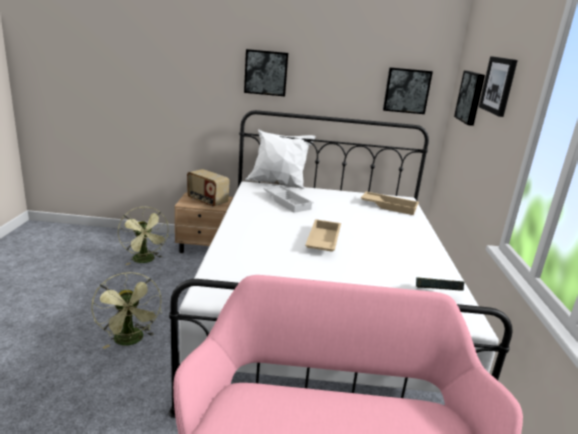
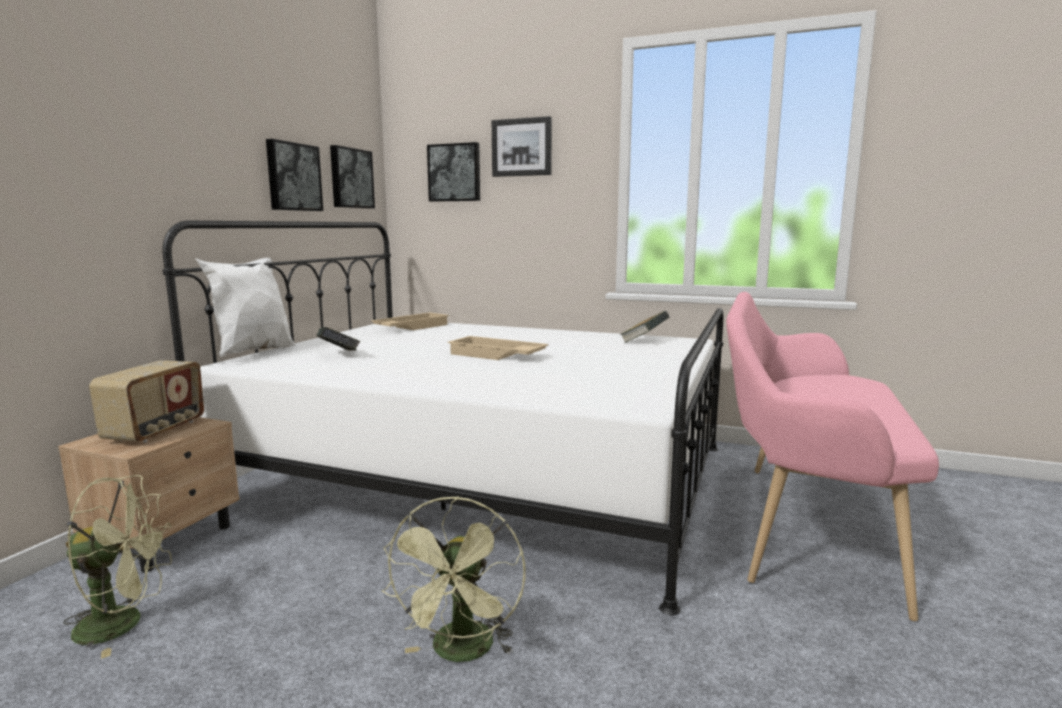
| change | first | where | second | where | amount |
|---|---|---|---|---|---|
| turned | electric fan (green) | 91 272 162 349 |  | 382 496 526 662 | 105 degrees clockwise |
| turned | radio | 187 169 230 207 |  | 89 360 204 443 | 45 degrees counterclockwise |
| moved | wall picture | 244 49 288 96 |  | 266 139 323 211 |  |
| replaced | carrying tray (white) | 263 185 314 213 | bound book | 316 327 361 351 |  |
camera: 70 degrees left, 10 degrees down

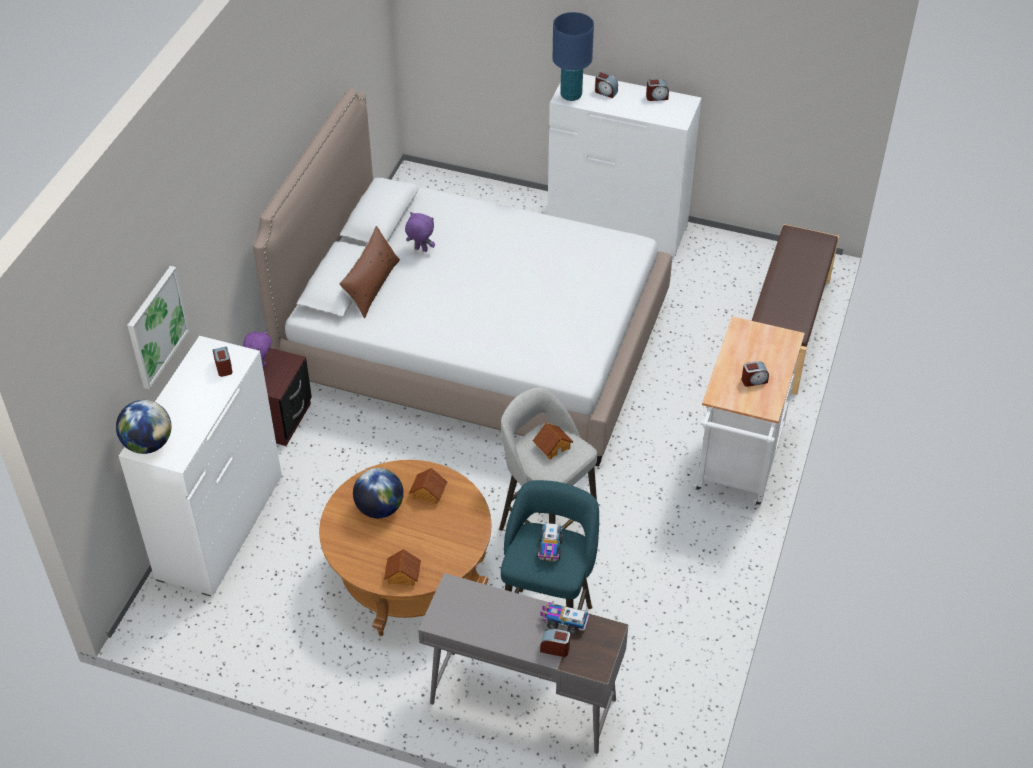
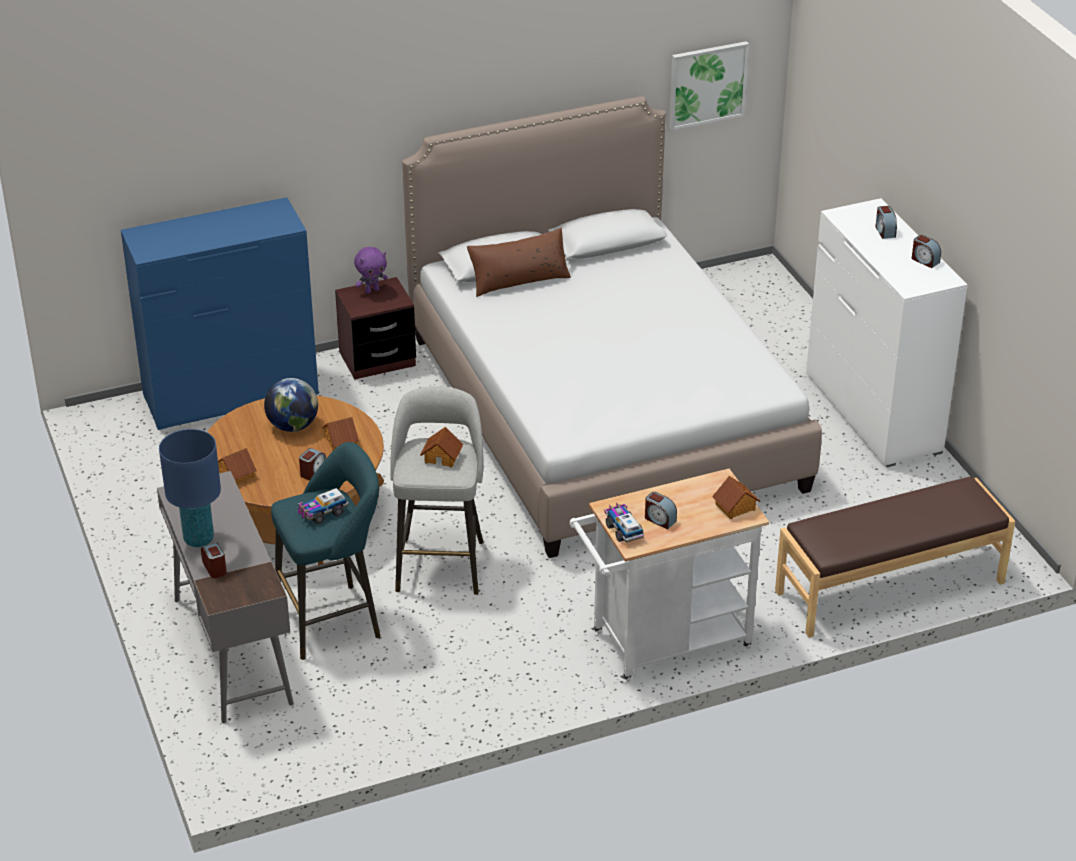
| change | first | where | second | where | amount |
|---|---|---|---|---|---|
| removed | world globe | 116 400 171 454 |  |  |  |
| recoloured | drawer chest (white) | 119 336 282 596 | drawer chest (bluish) | 121 197 319 430 |  |
| moved | wall picture | 127 266 190 389 |  | 669 41 749 130 |  |
| moved | bedside clock | 213 347 232 377 |  | 299 448 326 480 |  |
| removed | cuddly toy (purple) | 405 212 435 252 |  |  |  |
| moved | model truck | 540 602 589 635 |  | 604 503 644 543 |  |
| moved | tabletop lamp (bluish) | 553 12 594 101 |  | 159 429 221 547 |  |
| added |  |  | toy house | 712 476 760 519 |  |
camera: 50 degrees right, 10 degrees down

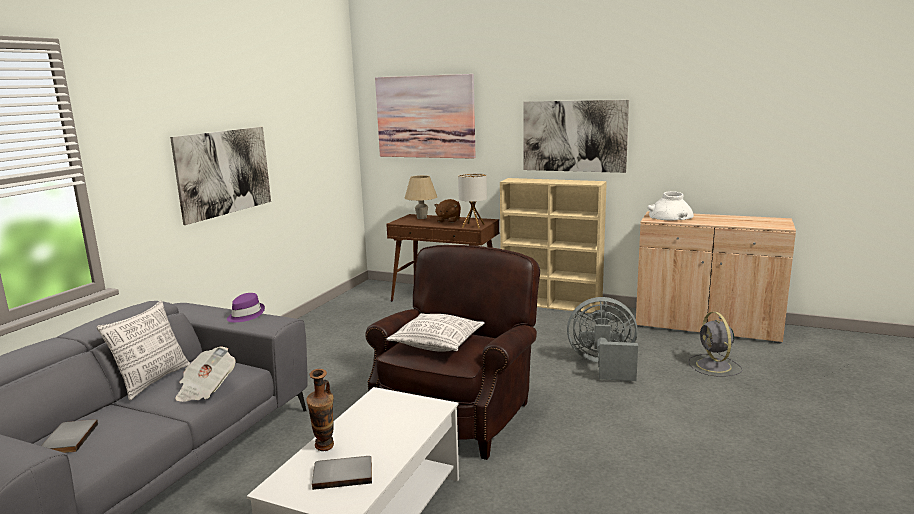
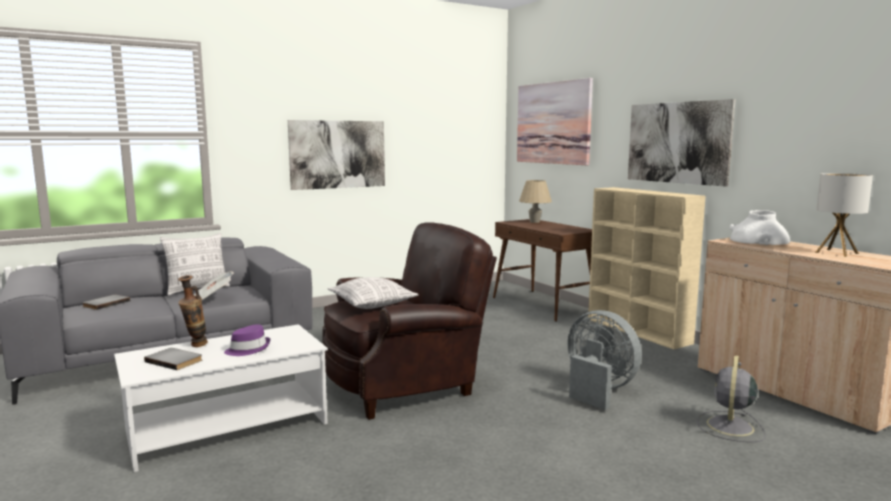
| change | first | where | second | where | amount |
|---|---|---|---|---|---|
| moved | wearable hat (purple) | 227 293 265 322 |  | 224 324 270 356 |  |
| removed | cuddly toy (brown-coloured) | 434 199 461 223 |  |  |  |
| moved | tabletop lamp | 458 173 487 229 |  | 815 173 873 257 |  |
camera: 35 degrees right, 5 degrees down

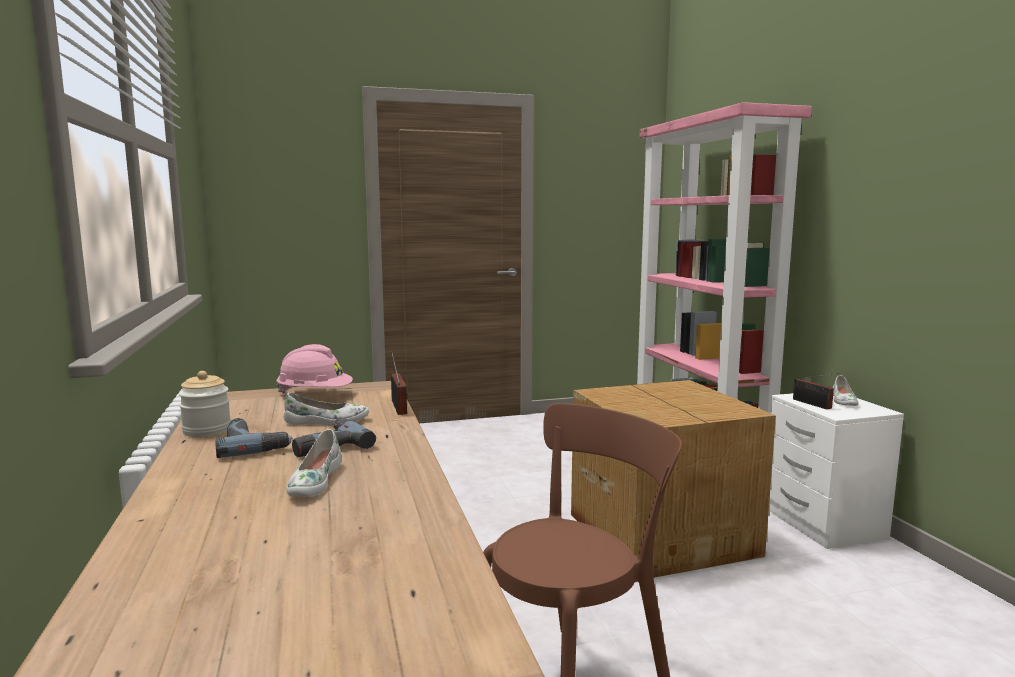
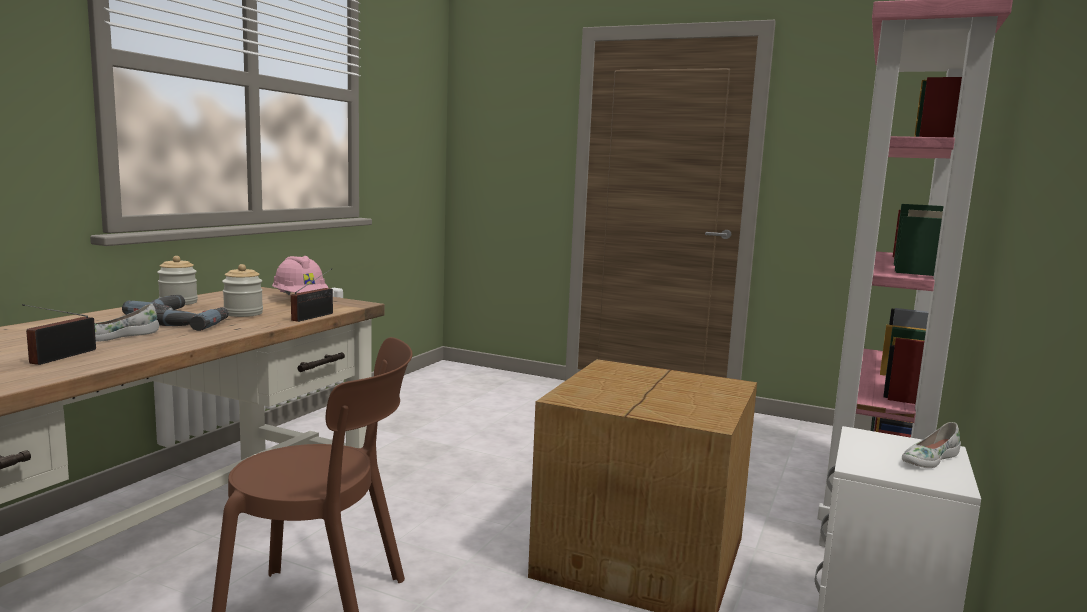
| change | first | where | second | where | amount |
|---|---|---|---|---|---|
| replaced | low shoe (white) | 283 392 369 426 | storage jar | 222 264 263 317 |  |
| moved | radio | 793 373 839 409 |  | 22 304 96 365 |  |
camera: 40 degrees right, 0 degrees up

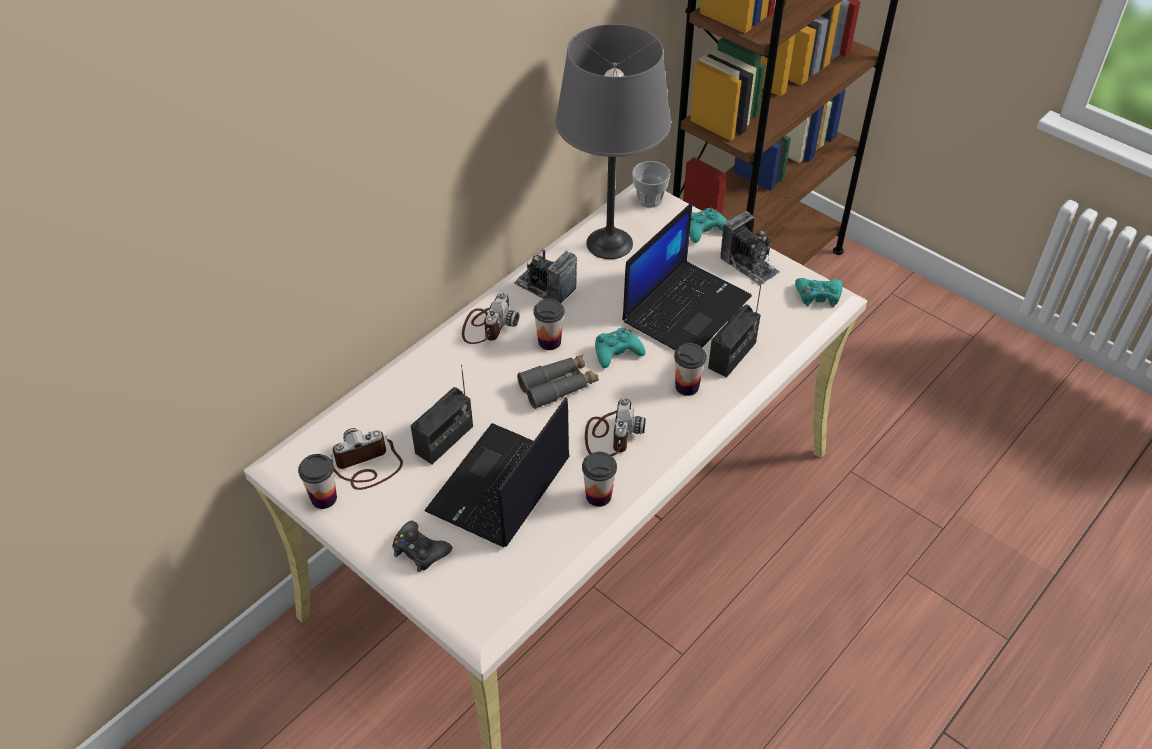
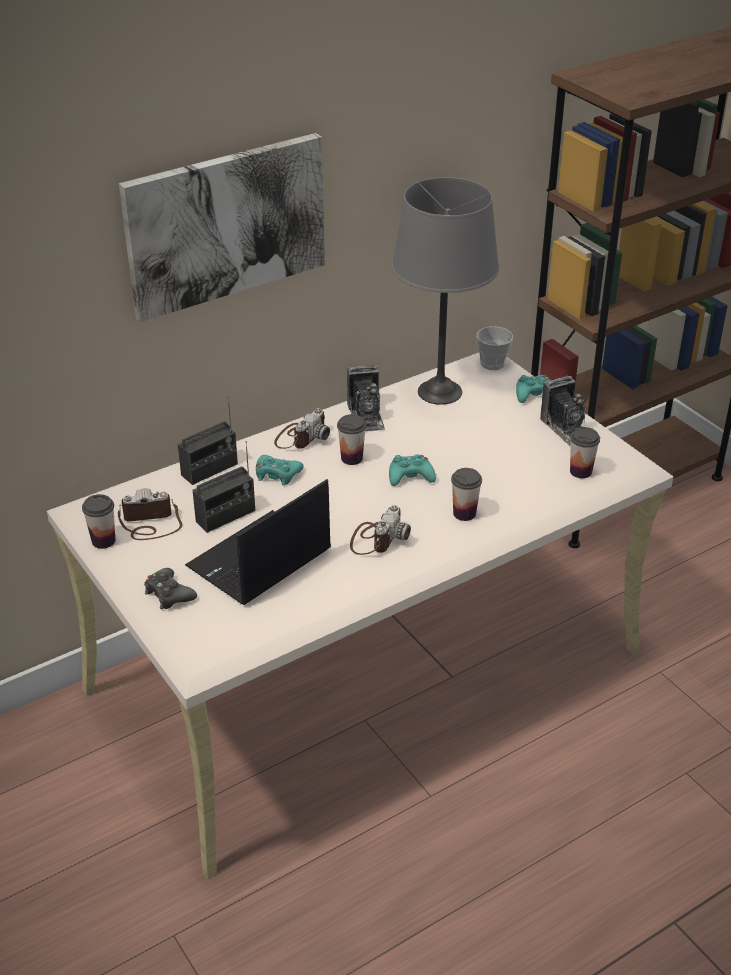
| change | first | where | second | where | amount |
|---|---|---|---|---|---|
| turned | photo camera | 514 246 577 303 |  | 347 365 385 432 | 150 degrees counterclockwise |
| removed | binoculars (greyish) | 517 354 599 409 |  |  |  |
| moved | small cup | 582 452 617 507 |  | 570 427 600 478 |  |
| removed | laptop | 622 202 752 351 |  |  |  |
| moved | radio | 708 281 762 377 |  | 178 396 238 485 |  |
| moved | gamepad (turquoise-coloured) | 795 278 842 307 |  | 256 455 304 486 |  |
| added |  |  | wall picture | 119 133 325 322 |  |
camera: 15 degrees right, 10 degrees down

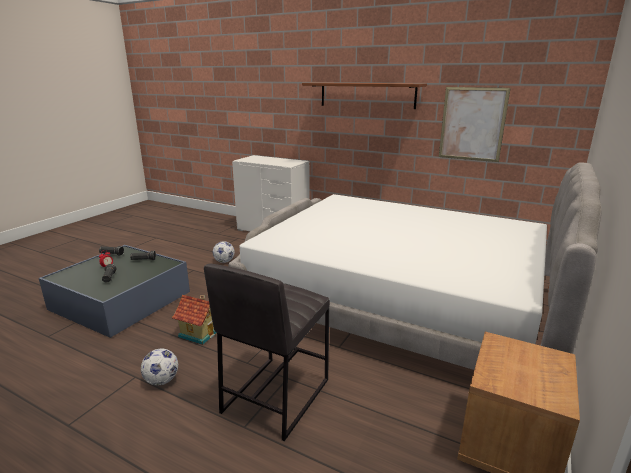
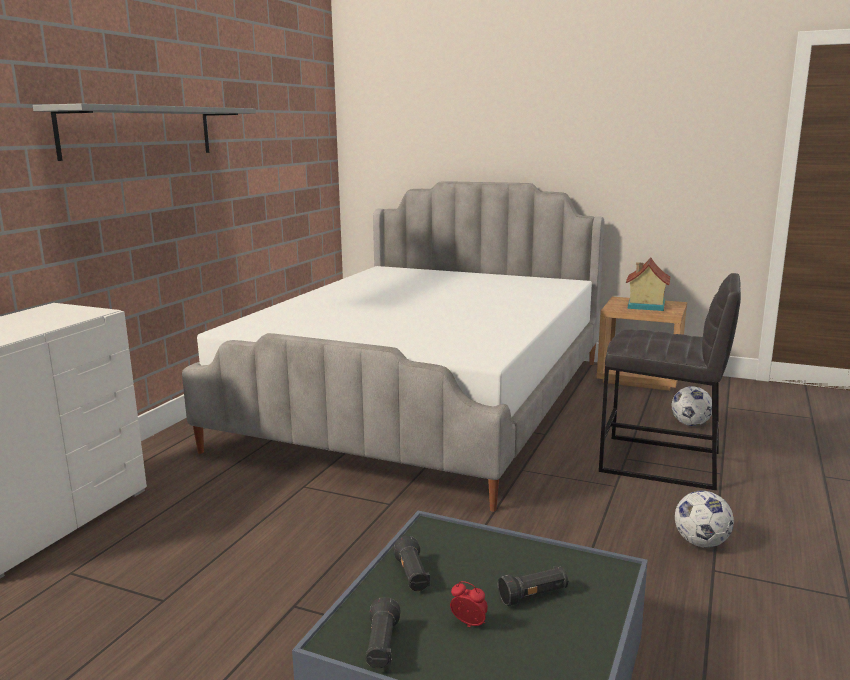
| change | first | where | second | where | amount |
|---|---|---|---|---|---|
| moved | toy house | 172 295 217 345 |  | 626 257 670 311 |  |
| moved | ball for football | 213 241 235 263 |  | 672 386 712 426 |  |
| recoloured | wall shelf (brown-coloured) | 302 82 427 109 | wall shelf (greyish) | 33 103 256 161 |  |
| removed | wall picture | 439 87 511 162 |  |  |  |
camera: 95 degrees left, 5 degrees down

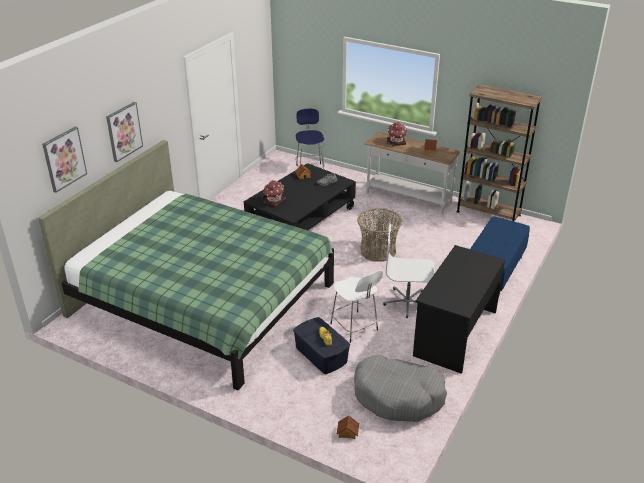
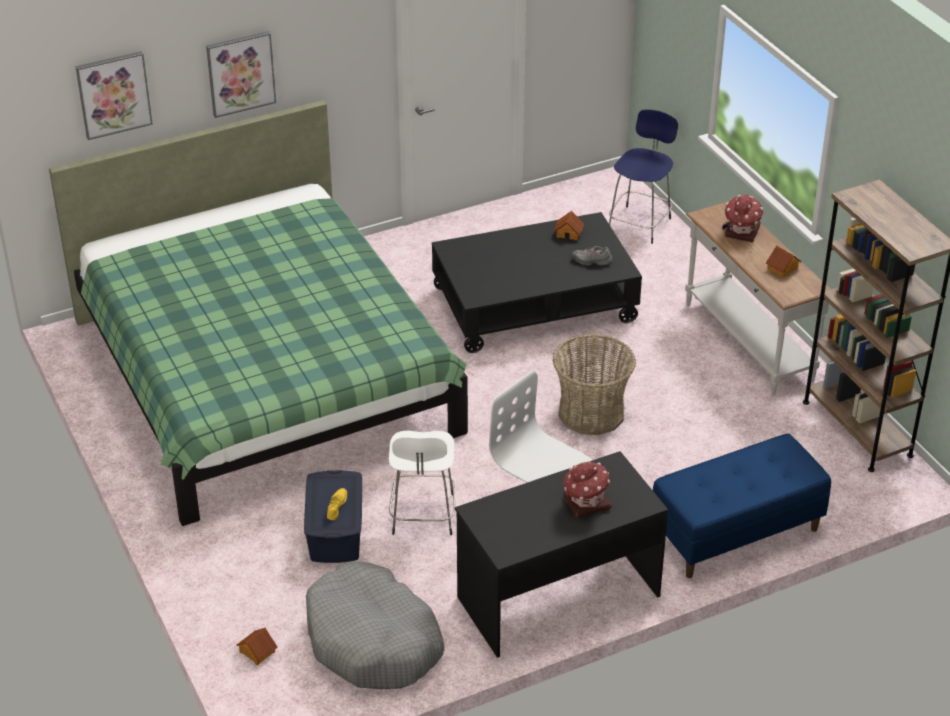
| change | first | where | second | where | amount |
|---|---|---|---|---|---|
| moved | toy house | 263 180 286 207 |  | 563 461 611 518 |  |
camera: 35 degrees right, 5 degrees up

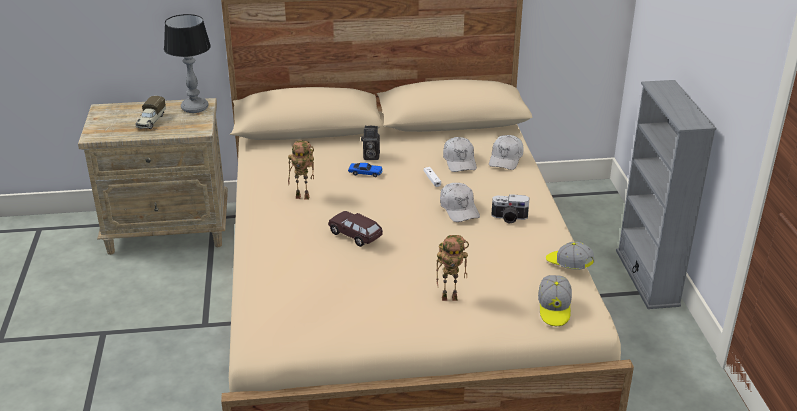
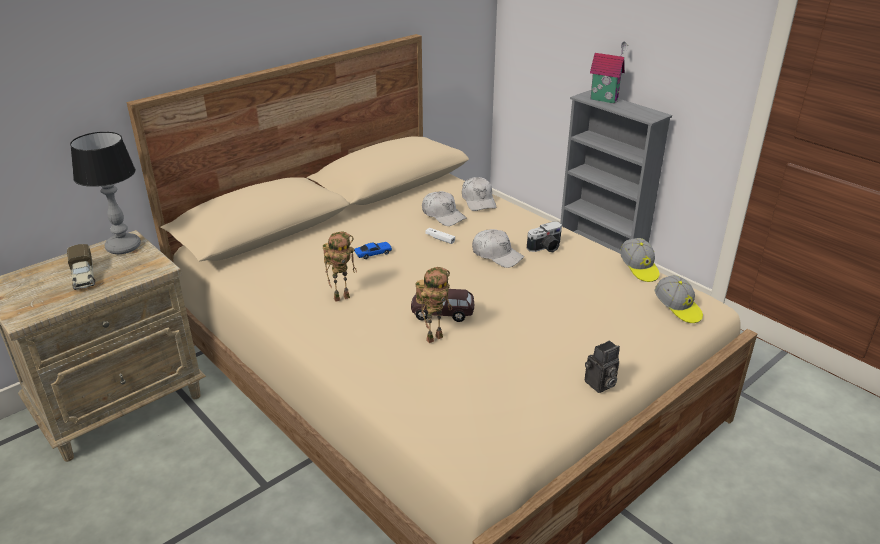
| change | first | where | second | where | amount |
|---|---|---|---|---|---|
| moved | photo camera | 361 126 380 160 |  | 585 341 620 393 |  |
| moved | model robot | 436 235 469 301 |  | 415 267 452 343 |  |
| turned | baseball cap | 546 242 595 270 |  | 620 238 660 282 | 120 degrees counterclockwise |
| added |  |  | toy house | 590 42 628 103 |  |
camera: 35 degrees left, 0 degrees up

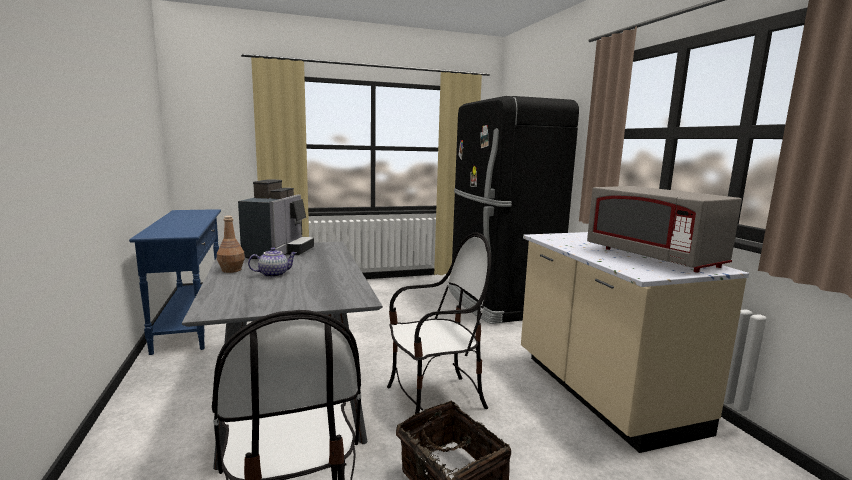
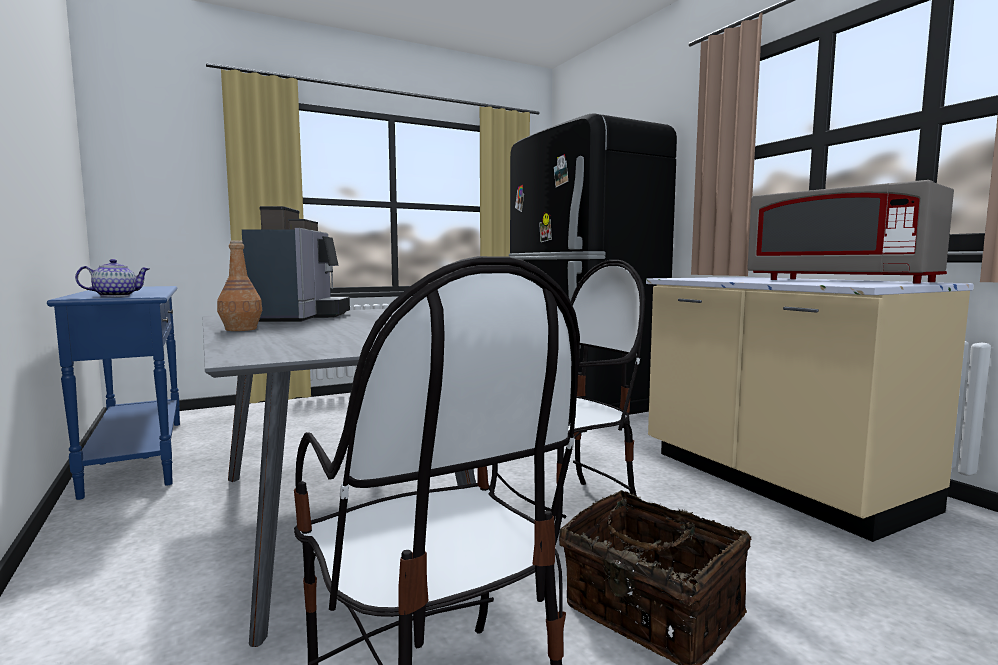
| change | first | where | second | where | amount |
|---|---|---|---|---|---|
| moved | tea pot | 248 247 297 277 |  | 75 259 149 297 |  |
camera: 10 degrees left, 5 degrees down

